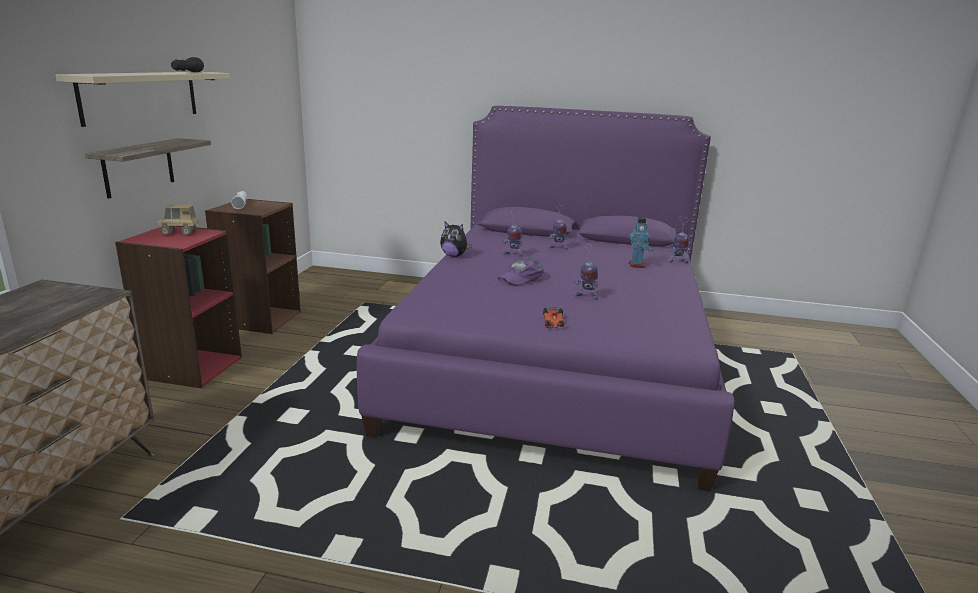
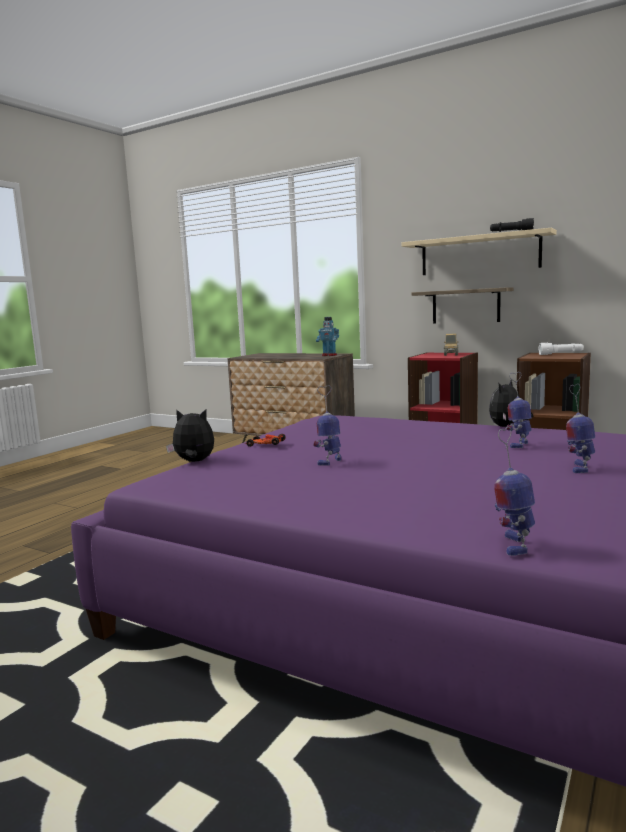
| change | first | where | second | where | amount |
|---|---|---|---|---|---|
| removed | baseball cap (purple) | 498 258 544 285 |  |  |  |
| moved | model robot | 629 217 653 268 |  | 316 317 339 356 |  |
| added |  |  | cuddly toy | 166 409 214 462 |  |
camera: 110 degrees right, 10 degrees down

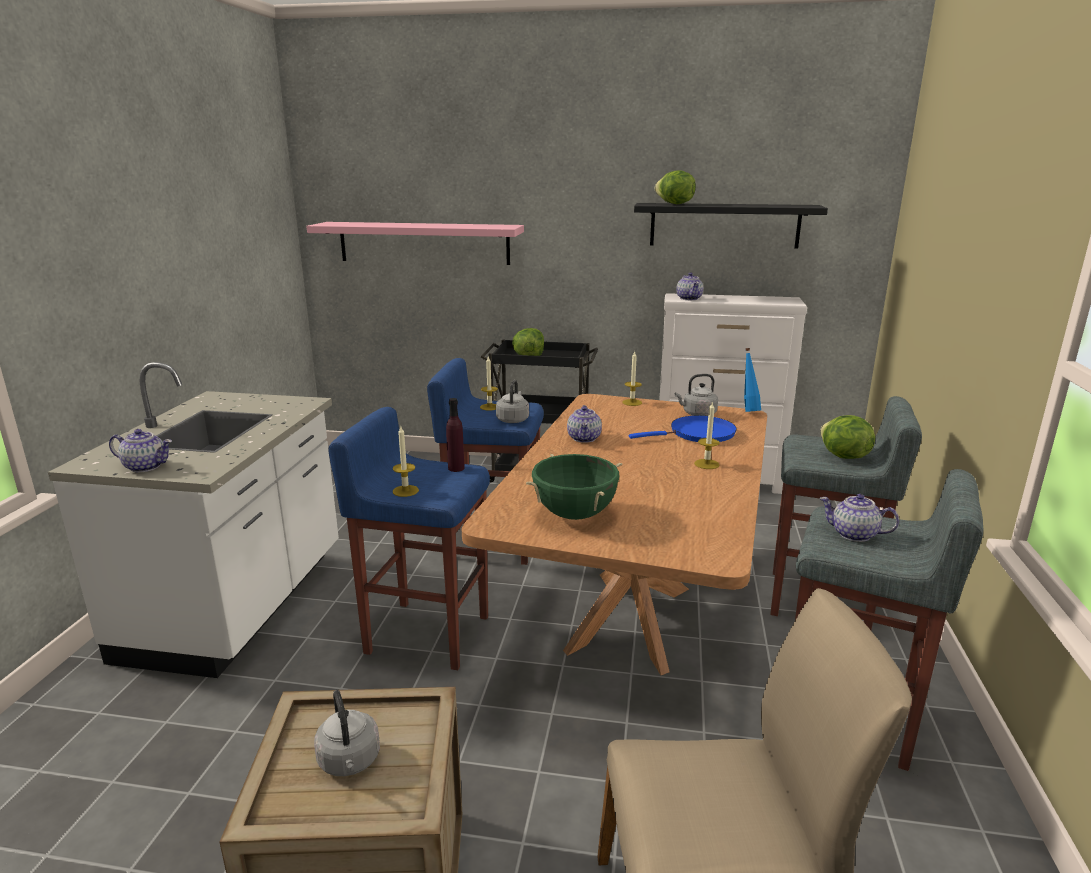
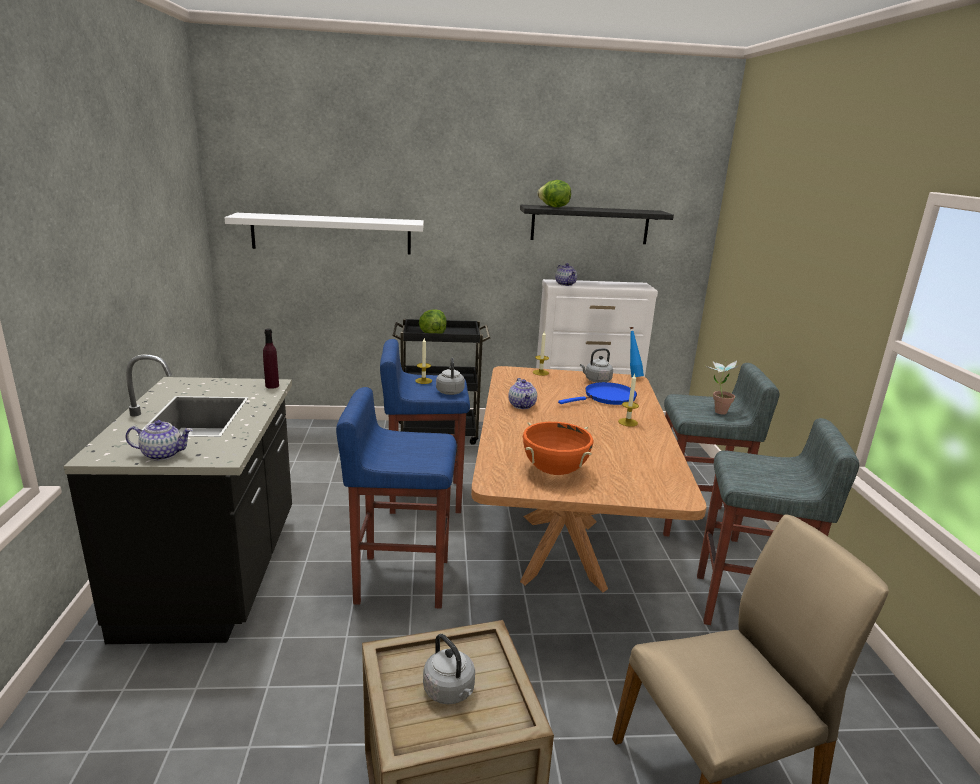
| change | first | where | second | where | amount |
|---|---|---|---|---|---|
| recoloured | kitchen counter (white) | 48 362 339 678 | kitchen counter (blackish) | 63 354 292 644 |  |
| recoloured | wall shelf (pink-coloured) | 306 222 524 265 | wall shelf (white) | 225 213 424 254 |  |
| removed | candle | 393 427 419 497 |  |  |  |
| moved | bottle (purple) | 446 398 465 472 |  | 263 329 279 389 |  |
| recoloured | saucepot (green) | 526 454 622 520 | saucepot (orange) | 523 422 593 475 |  |
| removed | tea pot | 819 494 899 542 |  |  |  |
| replaced | head of lettuce | 820 415 875 459 | potted plant | 706 359 739 414 |  |
camera: 15 degrees left, 0 degrees up

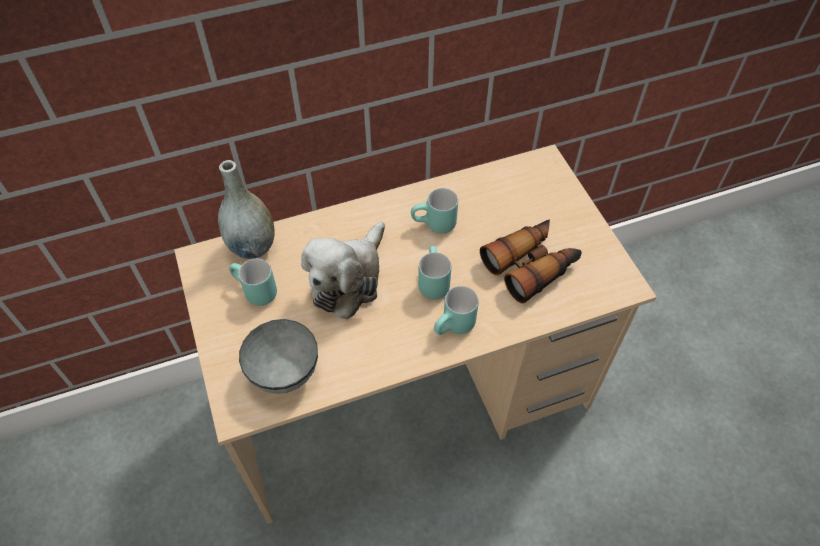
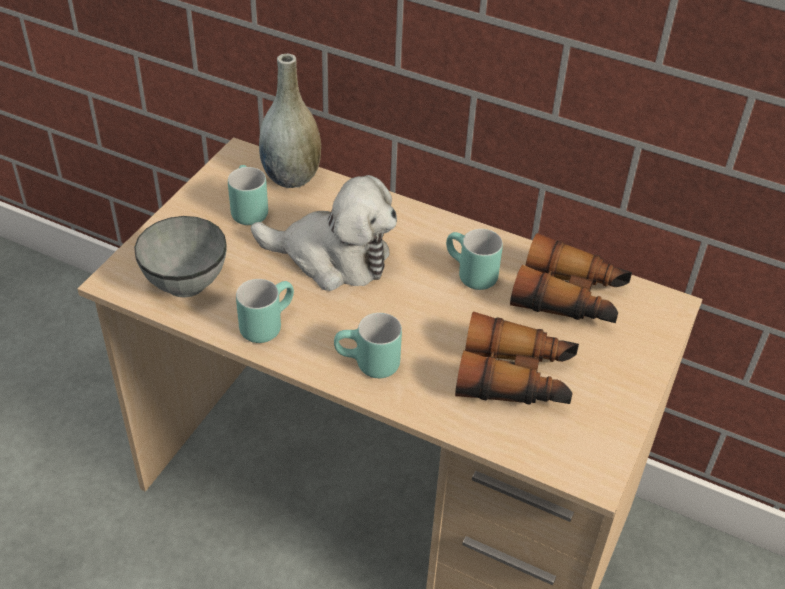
| change | first | where | second | where | amount |
|---|---|---|---|---|---|
| turned | cuddly toy | 301 222 385 319 |  | 251 175 397 291 | 150 degrees counterclockwise |
| moved | coffee mug (turquoise-coloured) | 418 246 451 300 |  | 236 279 294 343 |  |
| added |  |  | binoculars | 510 233 632 323 |  |
camera: 45 degrees right, 10 degrees down

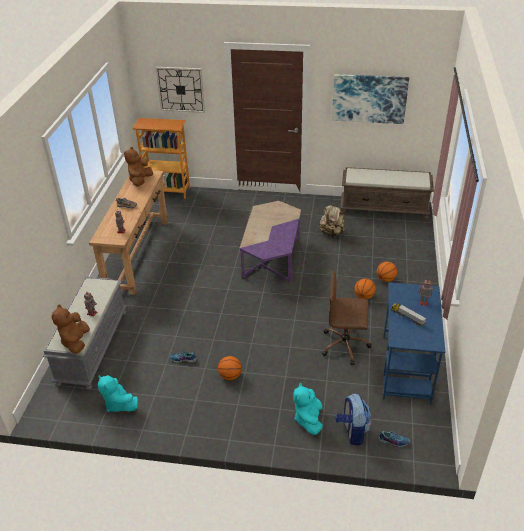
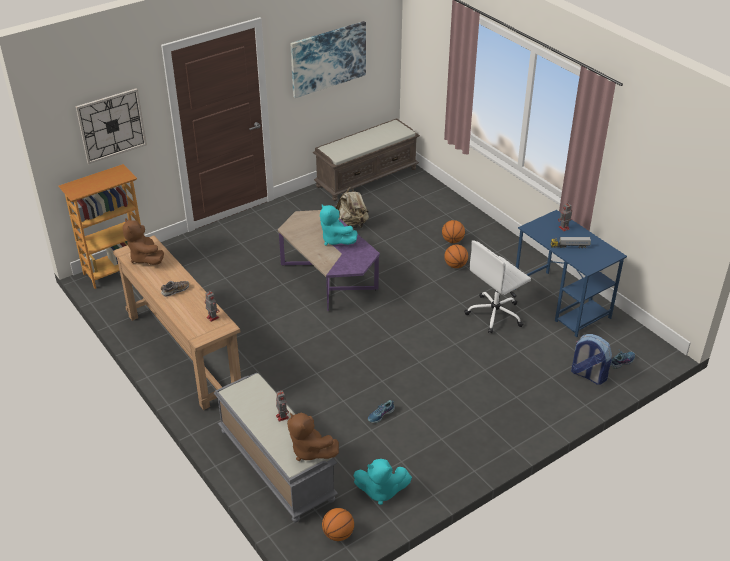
| change | first | where | second | where | amount |
|---|---|---|---|---|---|
| moved | ball for basketball | 218 356 242 380 |  | 322 508 354 541 |  |
| moved | cuddly toy (turquoise-coloured) | 293 383 323 435 |  | 320 204 357 246 |  |
| recoloured | office chair (brown-coloured) | 322 271 372 365 | office chair (white) | 464 240 531 334 |  |
camera: 45 degrees left, 0 degrees up

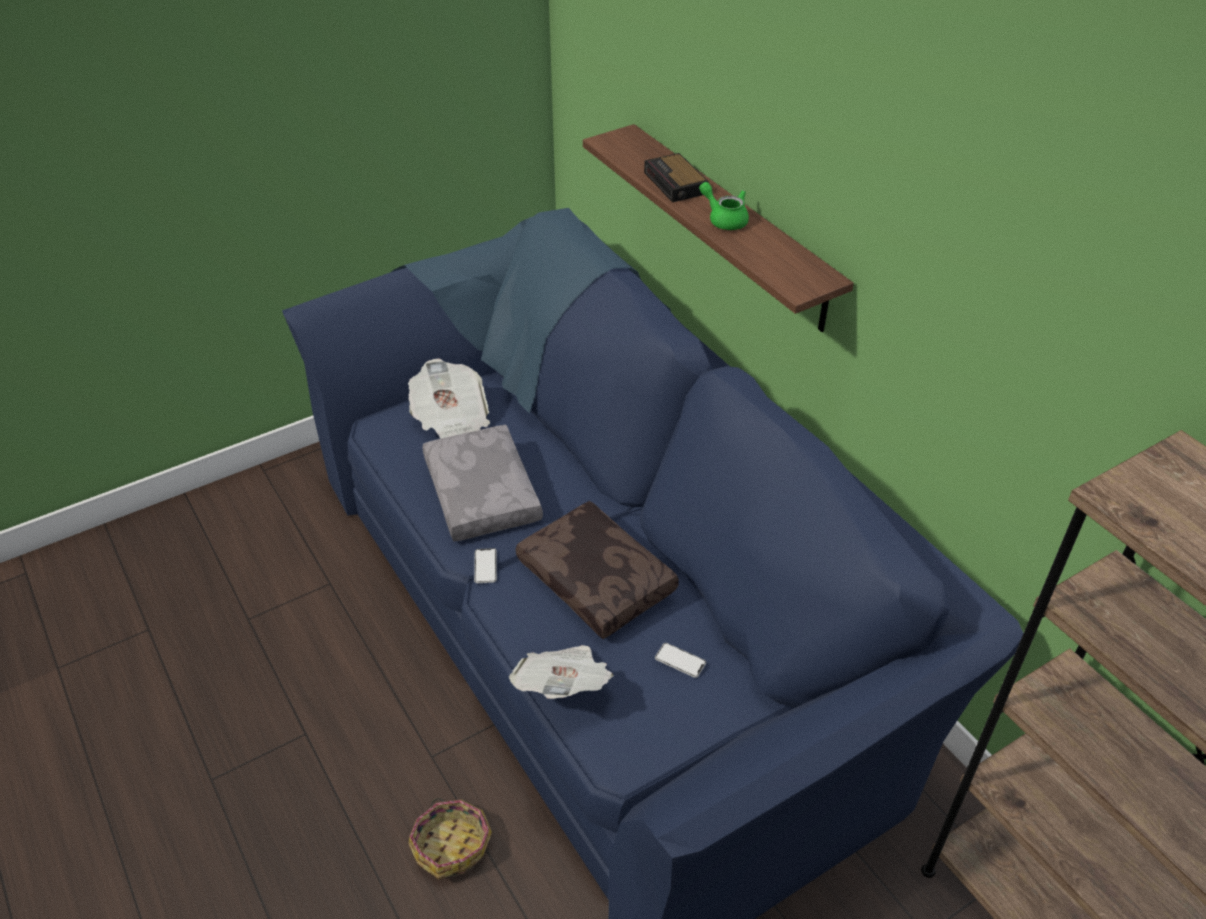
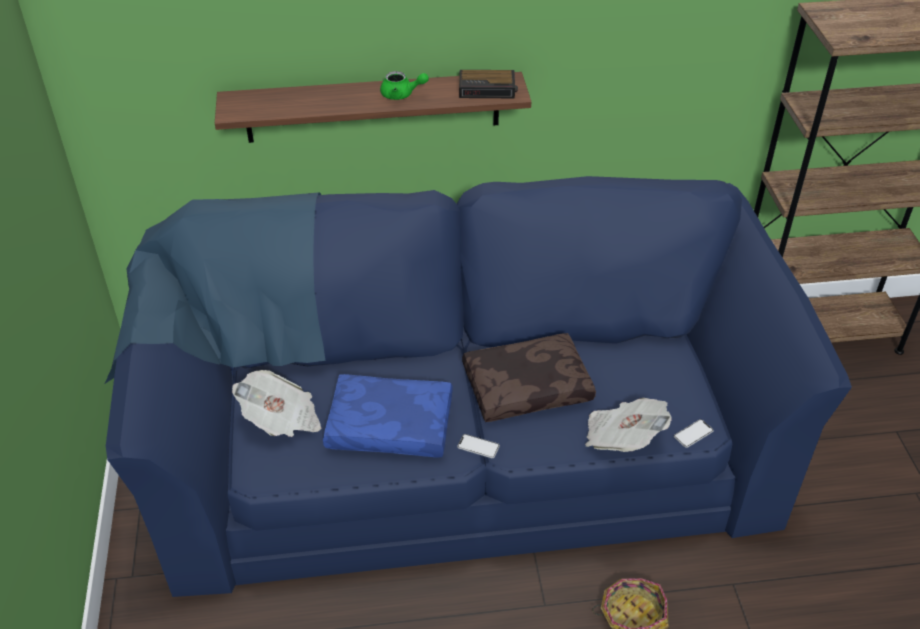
| change | first | where | second | where | amount |
|---|---|---|---|---|---|
| recoloured | cushion (greyish) | 422 425 543 542 | cushion (bluish) | 323 374 452 457 |  |
| moved | bedside clock | 644 153 709 202 |  | 459 70 518 98 |  |
| moved | telephone | 655 643 706 678 |  | 674 419 714 448 |  |
| turned | tea pot (green) | 699 182 749 230 |  | 380 71 429 100 | 150 degrees counterclockwise |
camera: 65 degrees left, 0 degrees up

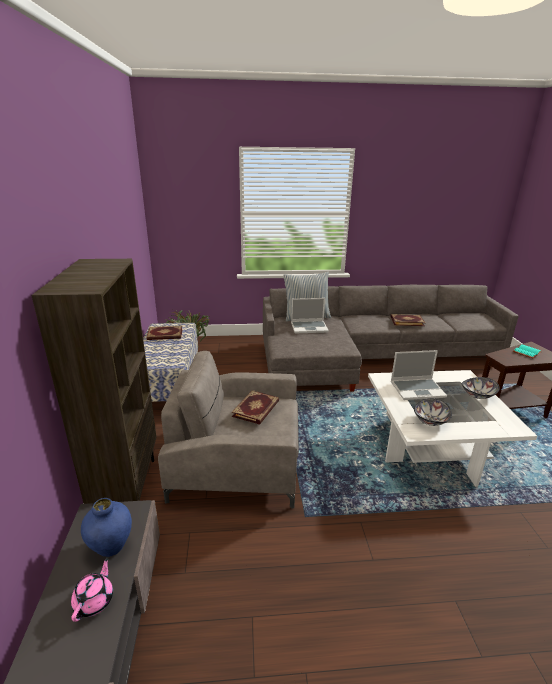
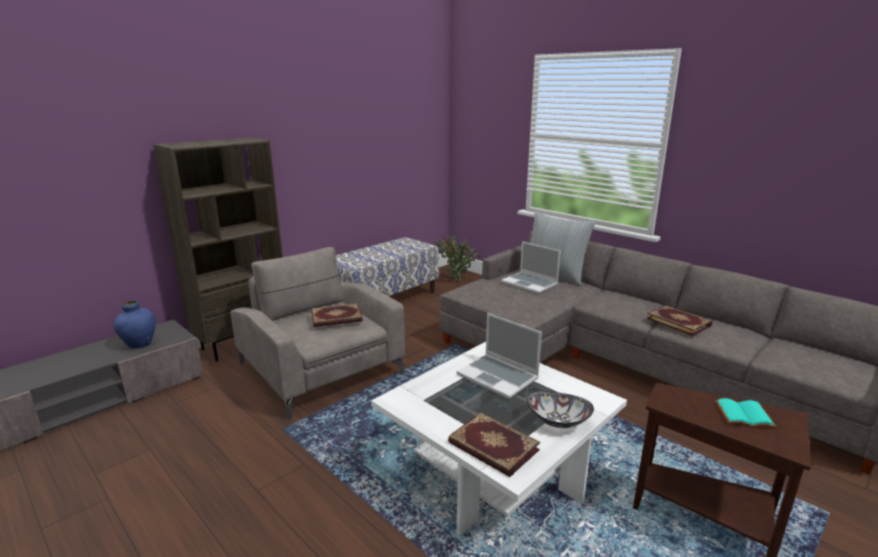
| change | first | where | second | where | amount |
|---|---|---|---|---|---|
| removed | tea pot (pink-coloured) | 71 557 113 622 |  |  |  |
| moved | bound book | 146 326 183 340 |  | 448 412 540 477 |  |
| removed | serving bowl | 414 398 452 426 |  |  |  |
camera: 50 degrees right, 5 degrees down

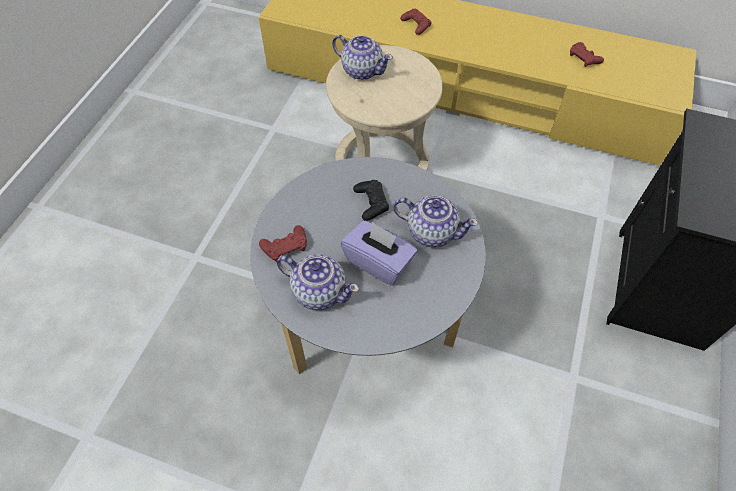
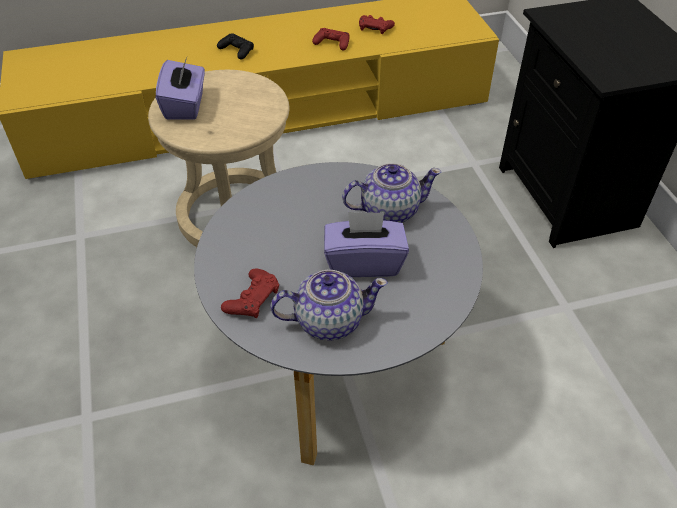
| change | first | where | second | where | amount |
|---|---|---|---|---|---|
| replaced | tea pot | 332 35 393 80 | tissue box (purple) | 156 57 205 120 |  |
| moved | gamepad (blackish) | 353 180 389 221 |  | 217 34 254 59 |  |
| moved | gamepad (red) | 400 9 431 35 |  | 312 28 350 51 |  |
camera: 35 degrees left, 10 degrees down

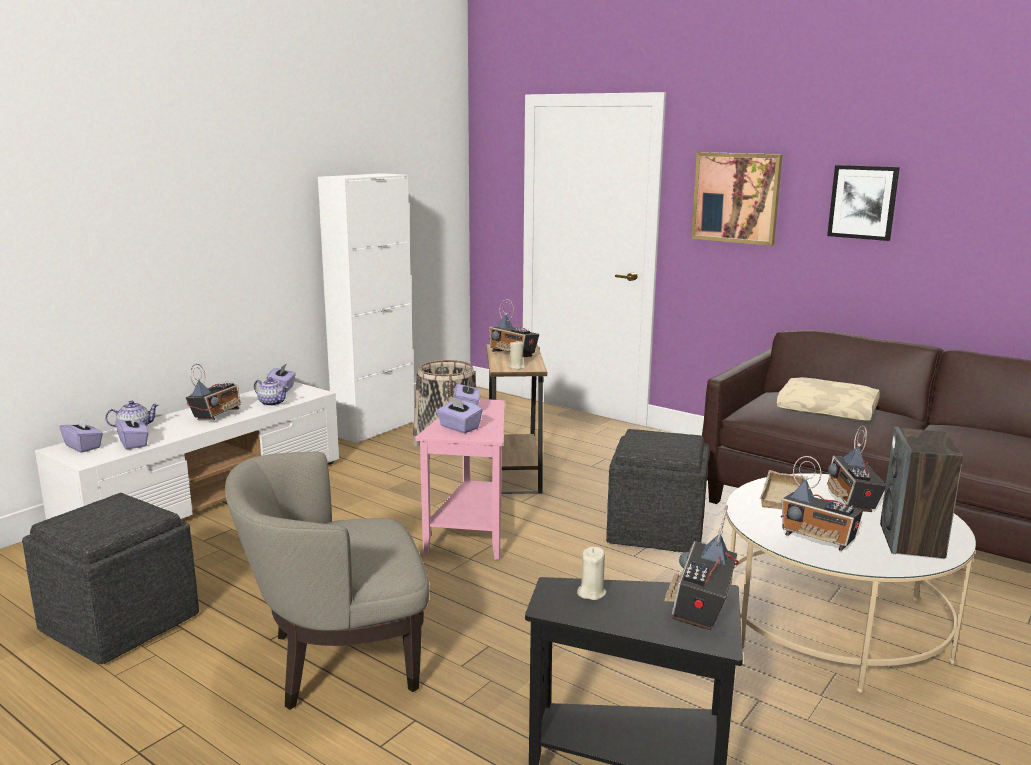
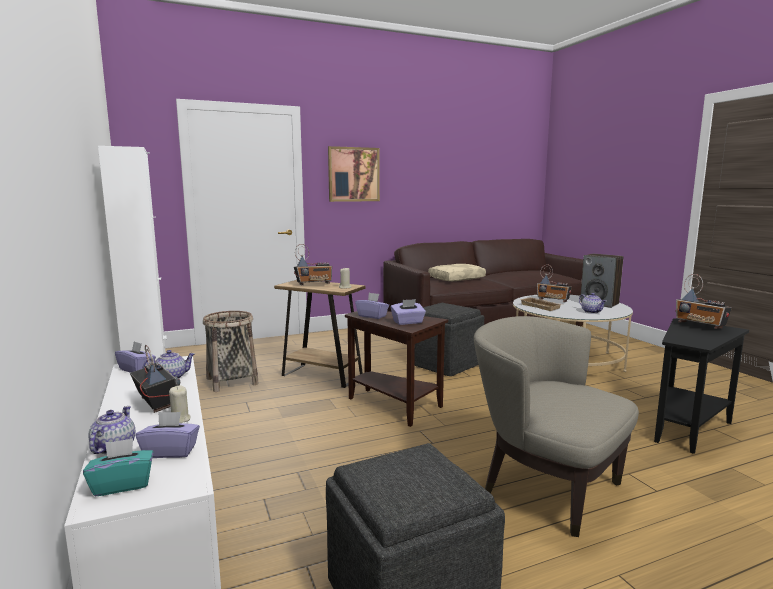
| change | first | where | second | where | amount |
|---|---|---|---|---|---|
| recoloured | tissue box (purple) | 60 415 103 453 | tissue box (turquoise-coloured) | 83 438 153 496 |  |
| turned | easy chair (beige) | 225 452 429 710 |  | 474 316 639 537 | 120 degrees clockwise |
| recoloured | side table (pink-coloured) | 415 399 505 560 | side table (brown-coloured) | 345 311 448 427 |  |
| moved | candle (beige) | 577 547 606 600 |  | 169 386 190 423 |  |
| replaced | radio | 781 456 863 551 | tea pot | 579 293 606 314 |  |
| removed | wall picture | 827 165 900 241 |  |  |  |
camera: 60 degrees left, 5 degrees down

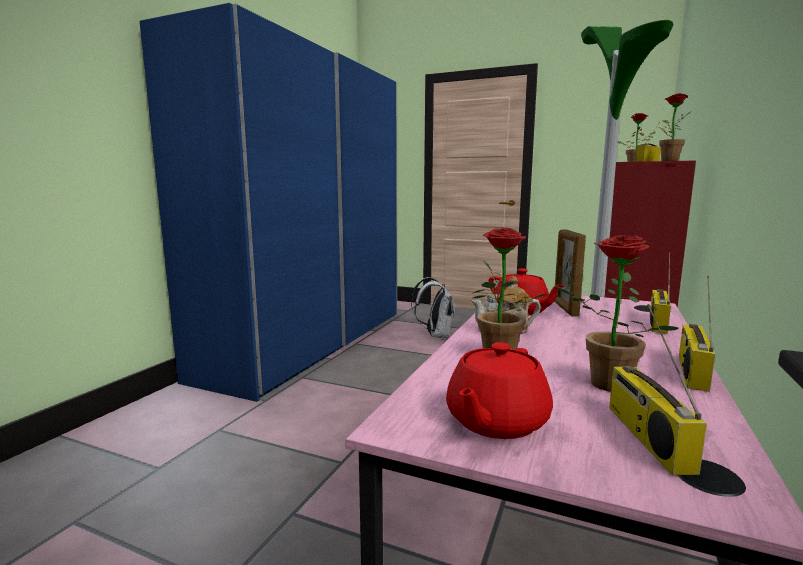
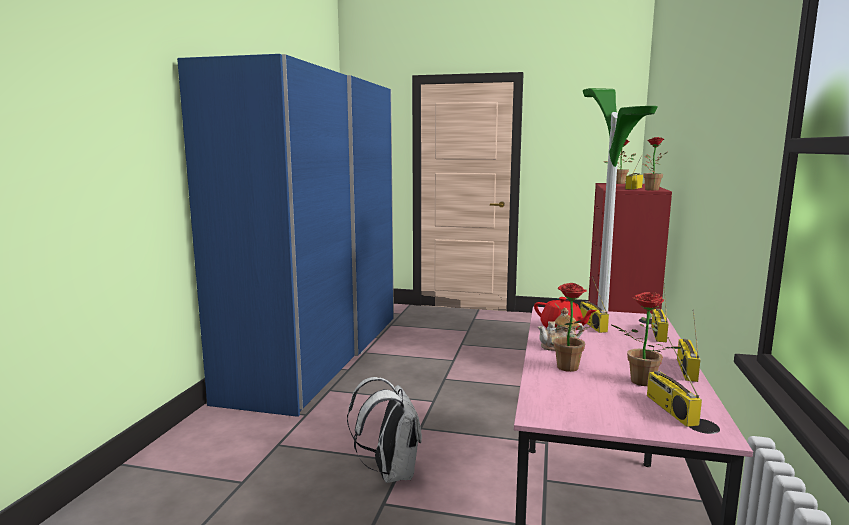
| change | first | where | second | where | amount |
|---|---|---|---|---|---|
| moved | backpack (white) | 411 277 455 338 |  | 347 377 422 483 |  |
| removed | tea pot (red) | 446 342 553 439 |  |  |  |
| replaced | picture frame | 554 230 586 317 | radio | 580 277 609 333 |  |
camera: 10 degrees left, 0 degrees up

